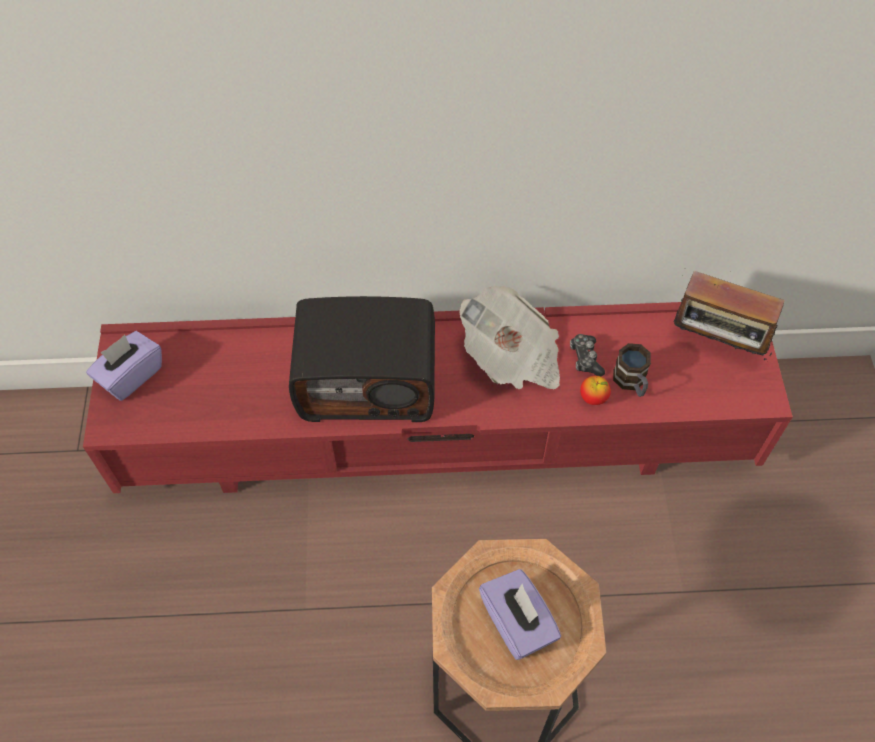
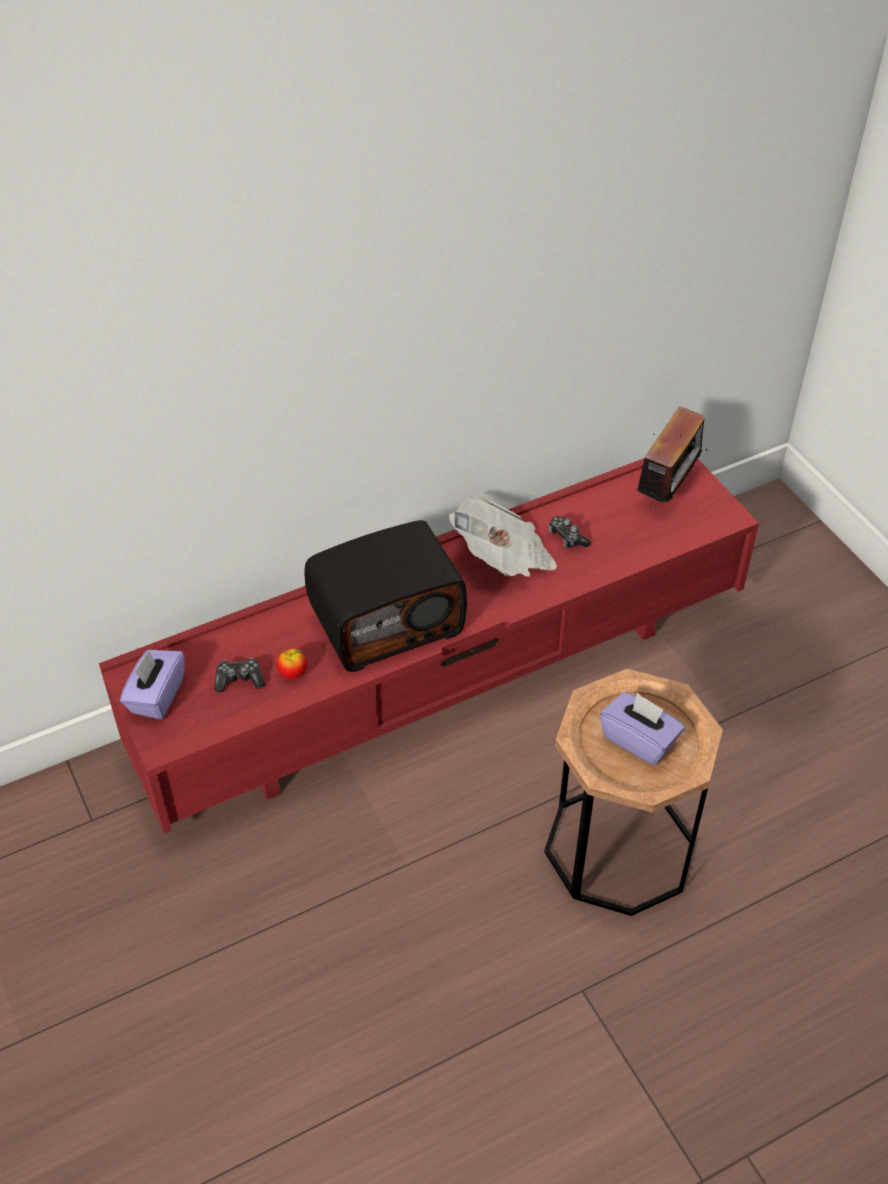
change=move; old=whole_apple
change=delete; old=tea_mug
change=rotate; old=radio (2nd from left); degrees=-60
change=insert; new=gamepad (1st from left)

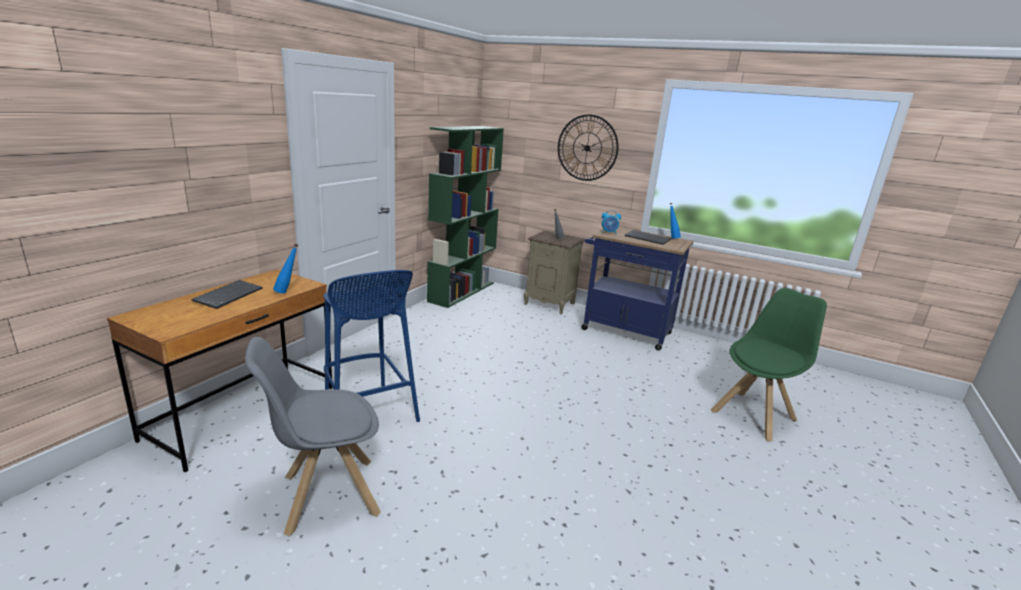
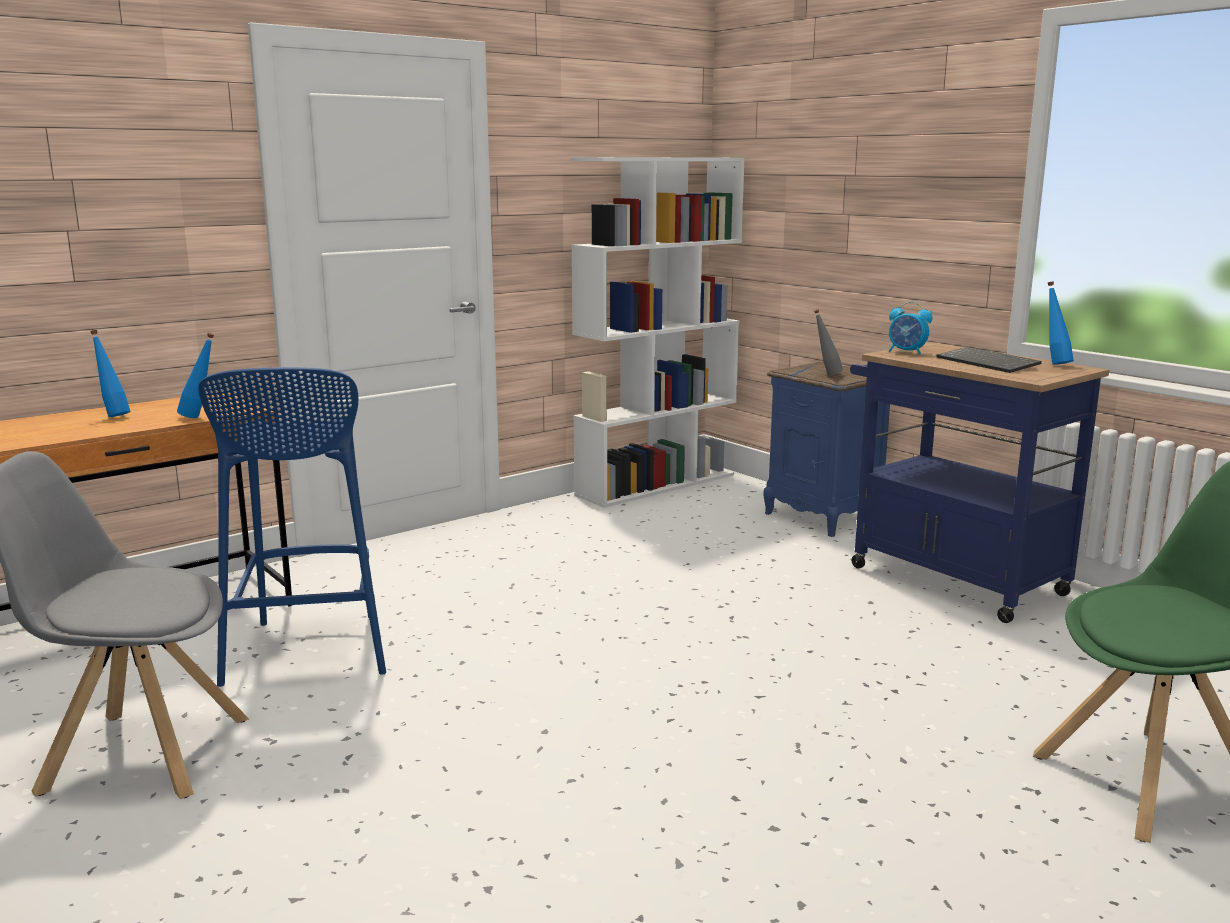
change=replace; old=computer_keyboard (1st from left); new=blue-coloured_drink_bottle (1st from left)
change=recolor; old=greenish_bookshelf; new=white_bookshelf
change=recolor; old=beige_night_table; new=blue-coloured_night_table
change=delete; old=clock_on_the_wall

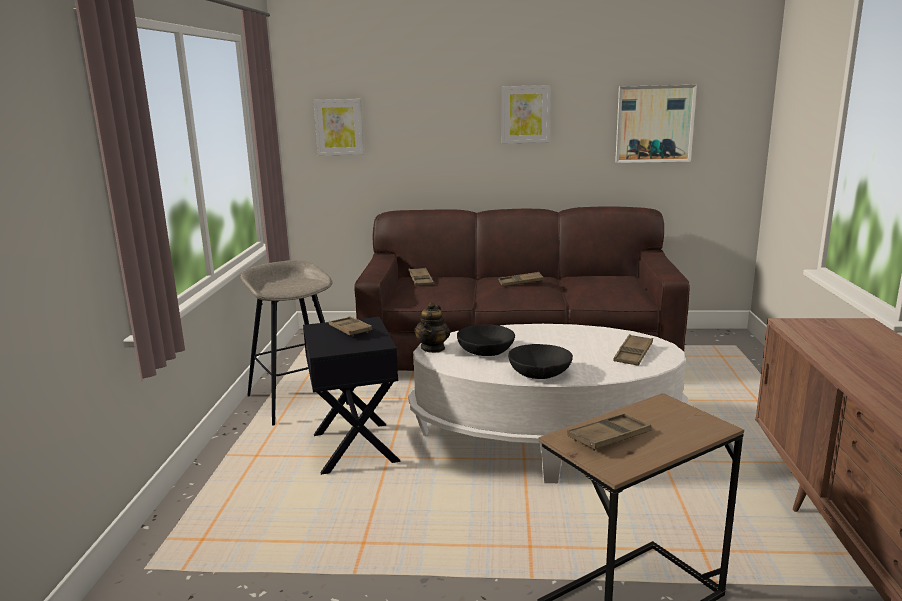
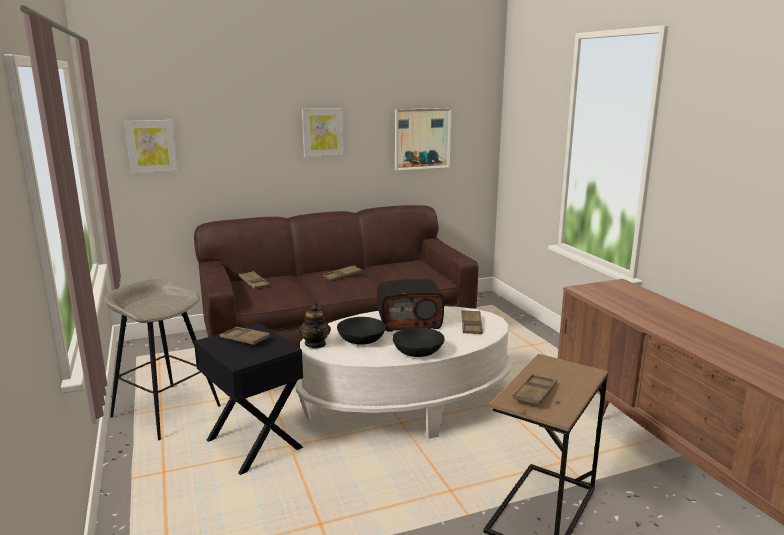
change=insert; new=radio

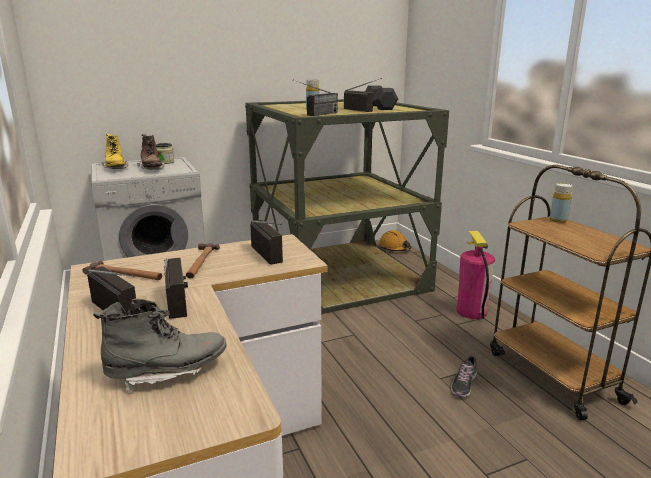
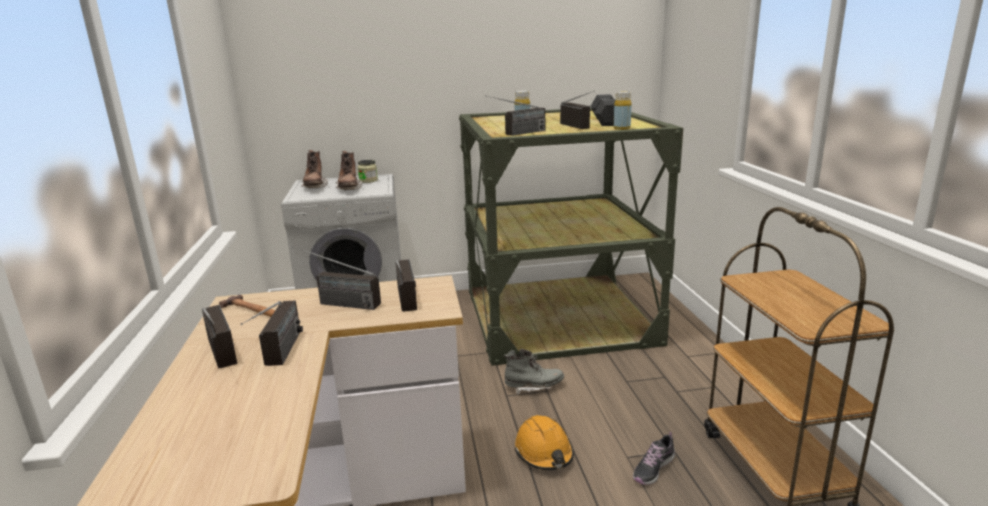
change=move; old=gray_high-top_boot
change=recolor; old=yellow_high-top_boot; new=brown_high-top_boot (1st from left)
change=replace; old=hand_hammer (2nd from left); new=radio (3rd from left)
change=move; old=orangey_safety_helmet
change=delete; old=fire_extinguisher
change=move; old=yellow_drink_bottle (2nd from left)

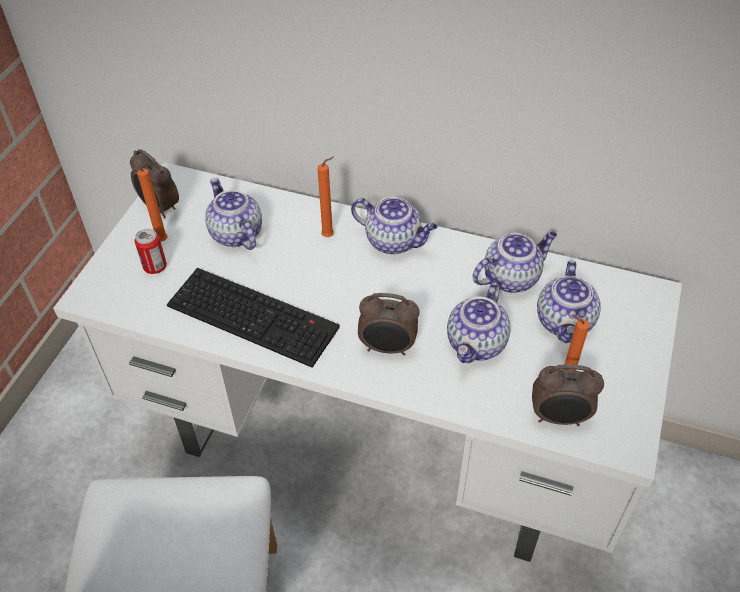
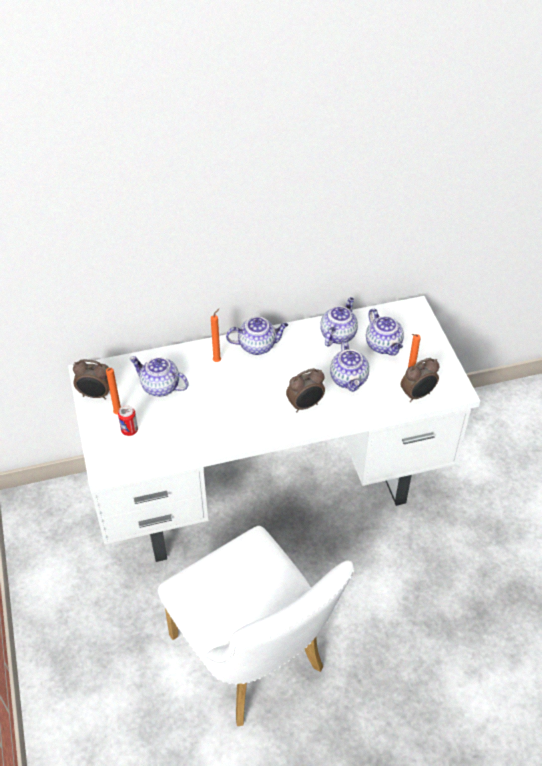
change=delete; old=computer_keyboard

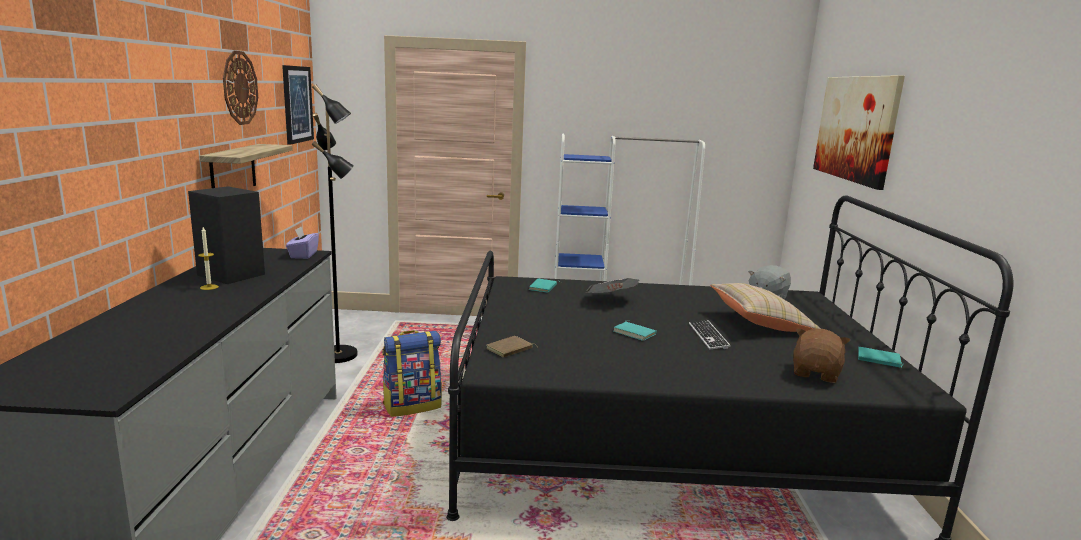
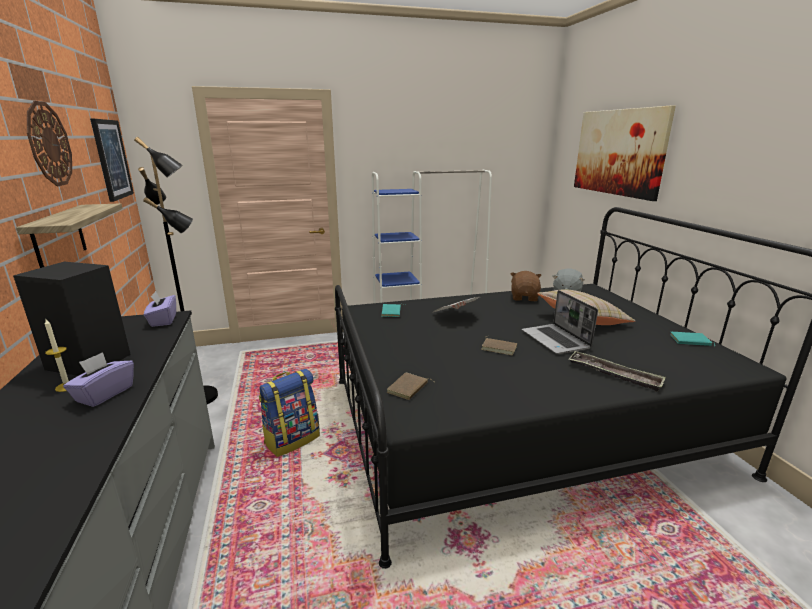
change=recolor; old=blue-green_bound_book (2nd from left); new=brown_bound_book (2nd from left)
change=replace; old=computer_keyboard; new=portable_computer
change=move; old=brown_cuddly_toy
change=insert; new=purple-coloured_box_of_tissues (1st from left)
change=insert; new=tray

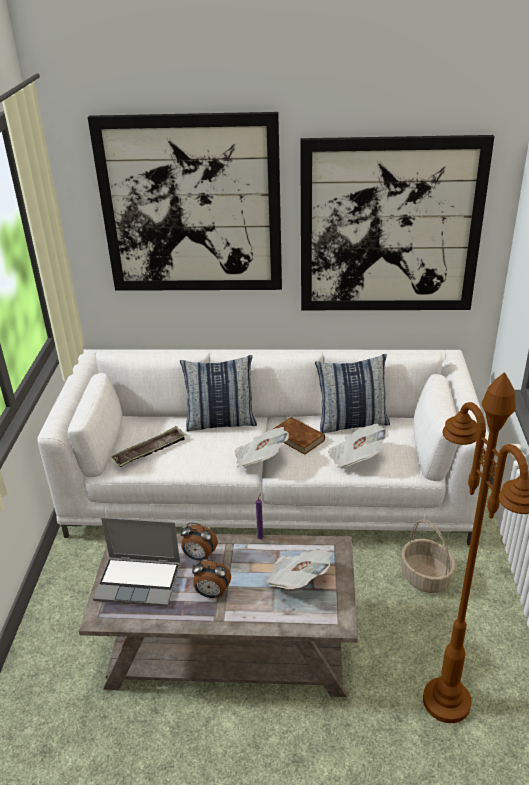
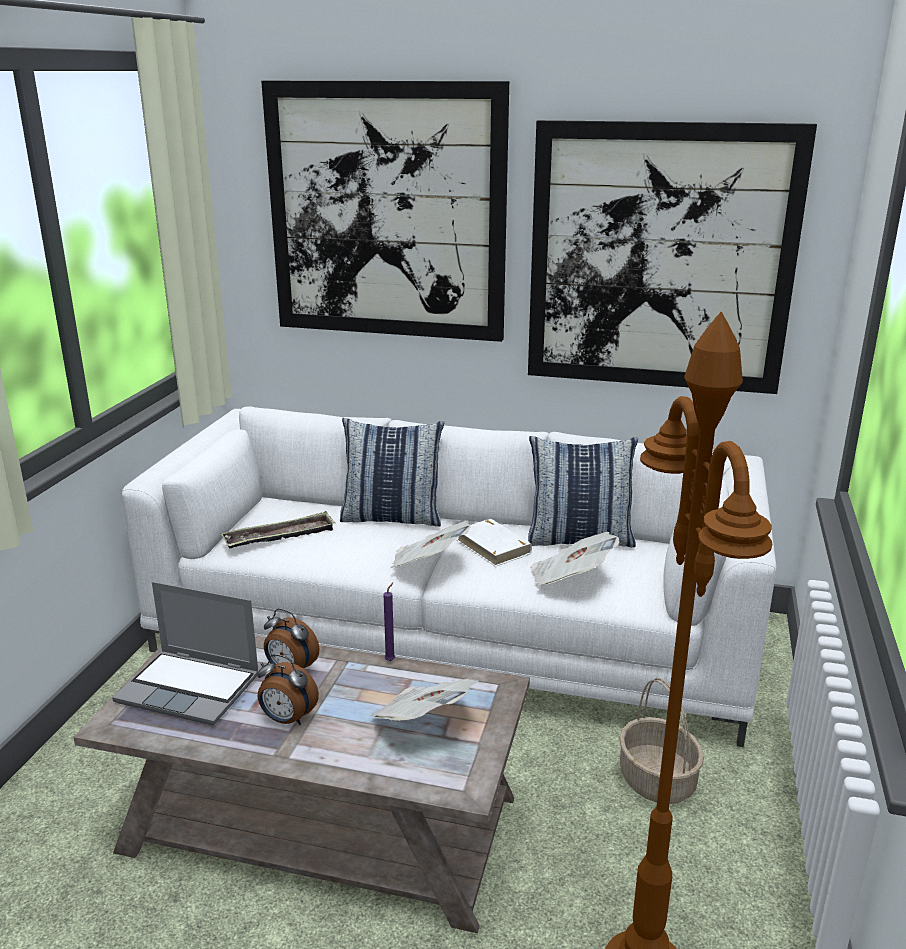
change=recolor; old=brown_bound_book; new=white_bound_book

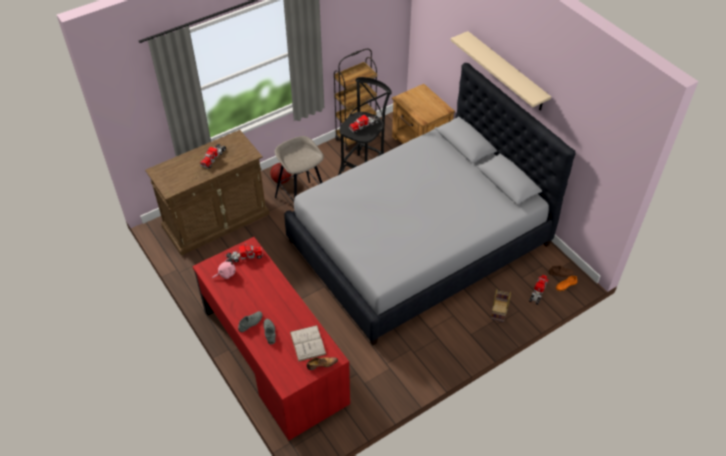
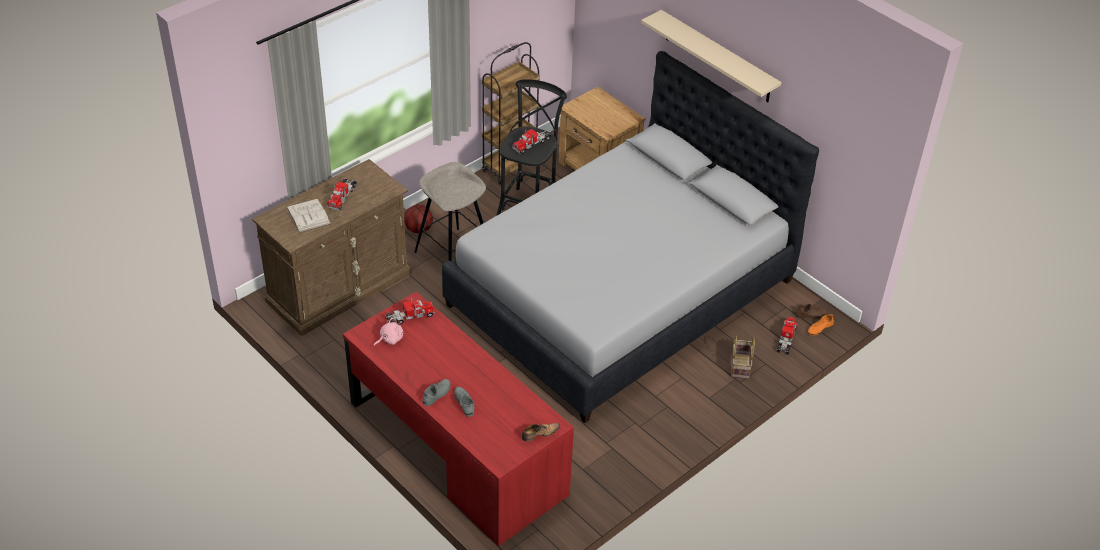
change=move; old=white_bound_book

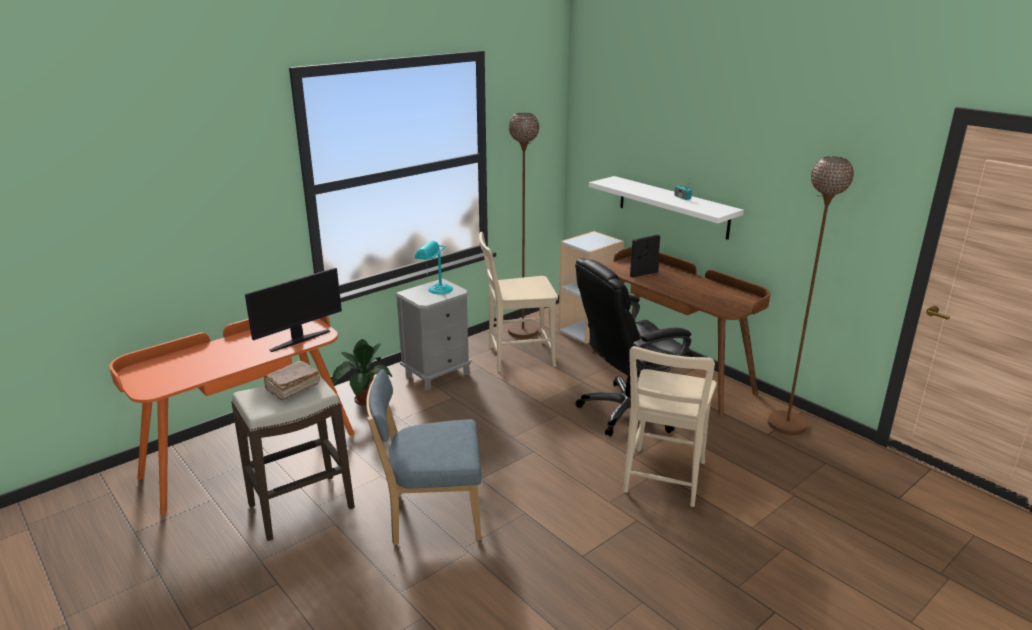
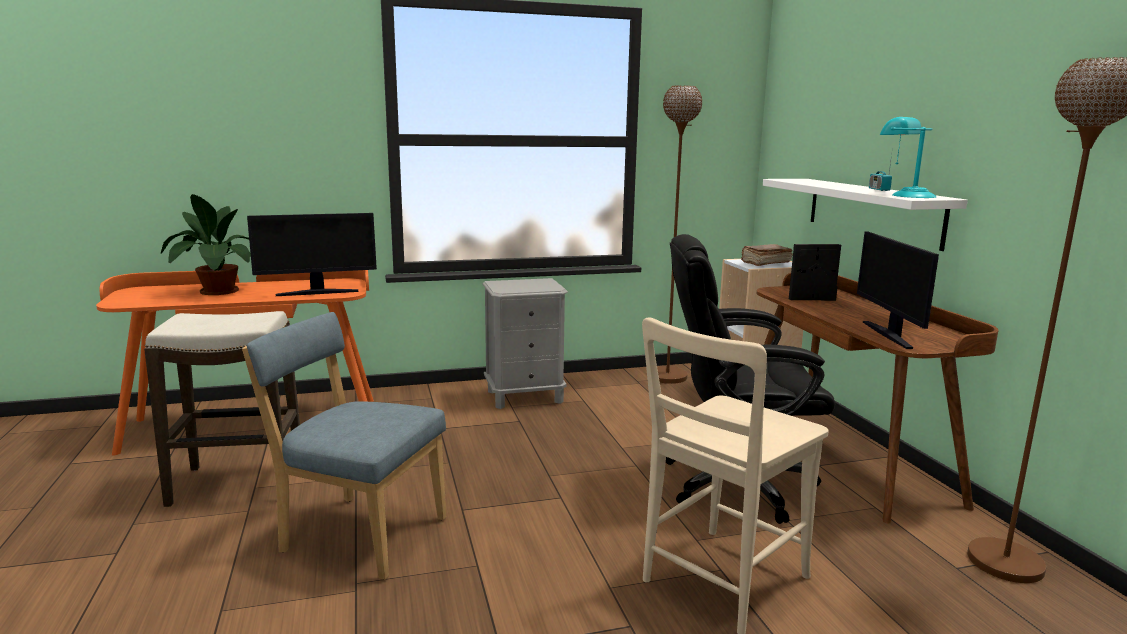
change=move; old=brown_bound_book
change=move; old=plant_in_a_pot
change=move; old=blue-green_tabletop_lamp
change=delete; old=beige_upright_chair (1st from left)
change=insert; new=monitor (2nd from left)

